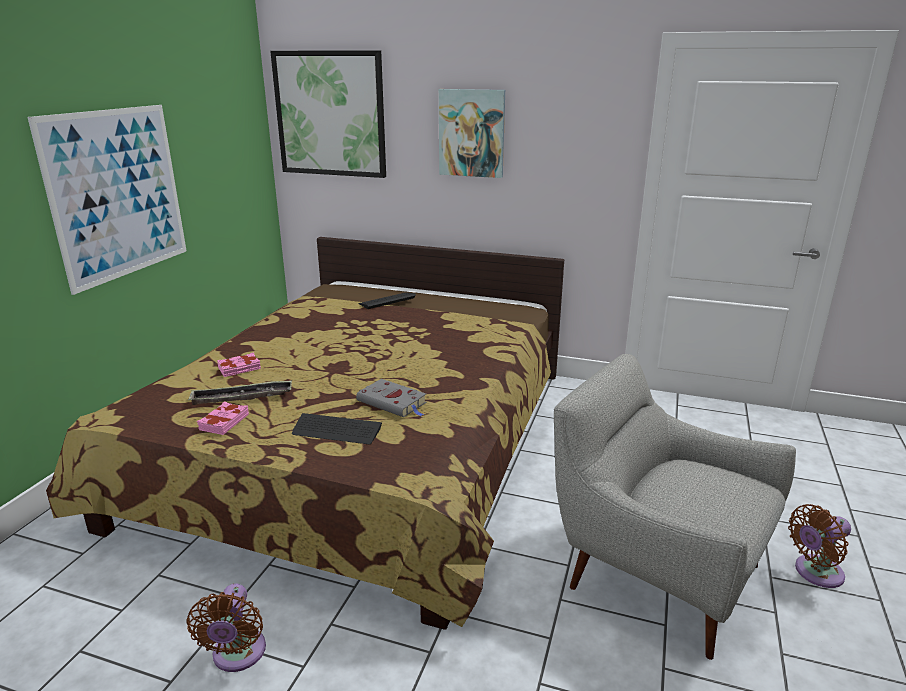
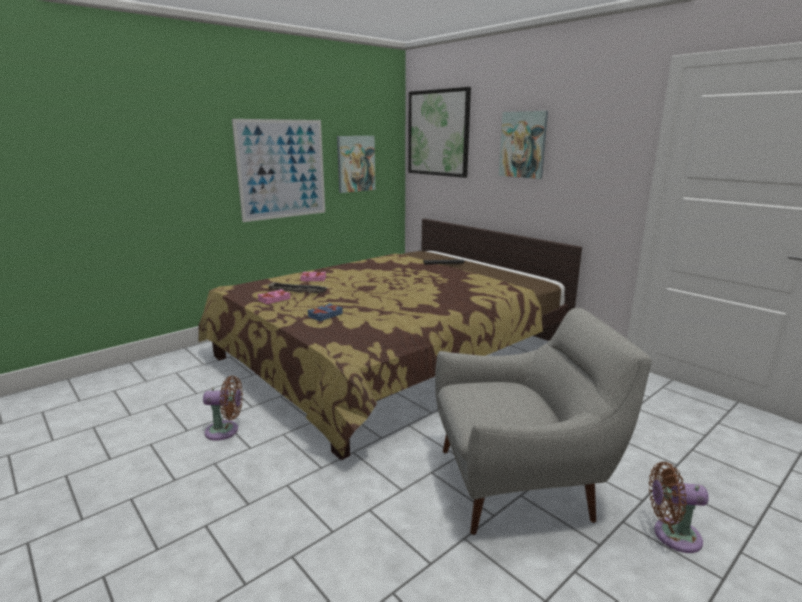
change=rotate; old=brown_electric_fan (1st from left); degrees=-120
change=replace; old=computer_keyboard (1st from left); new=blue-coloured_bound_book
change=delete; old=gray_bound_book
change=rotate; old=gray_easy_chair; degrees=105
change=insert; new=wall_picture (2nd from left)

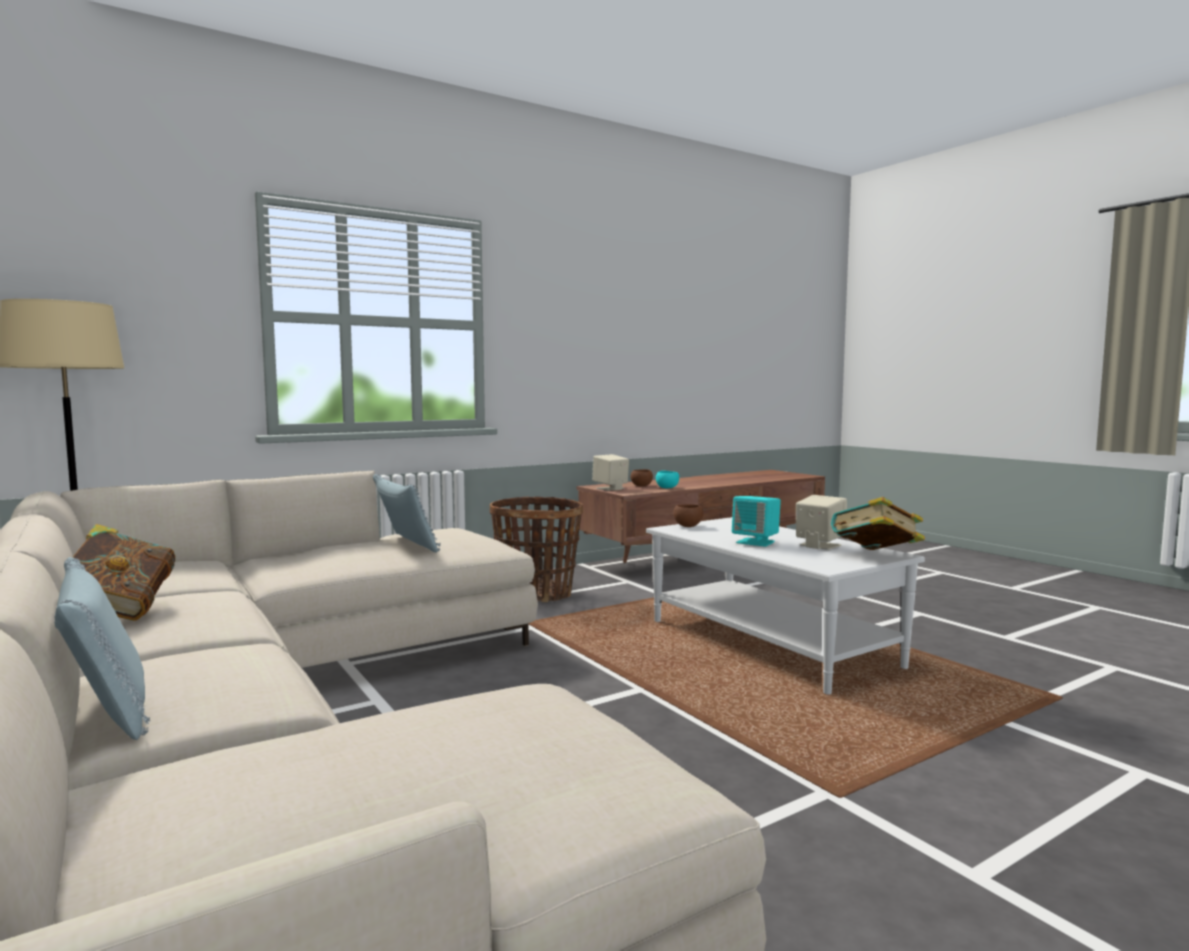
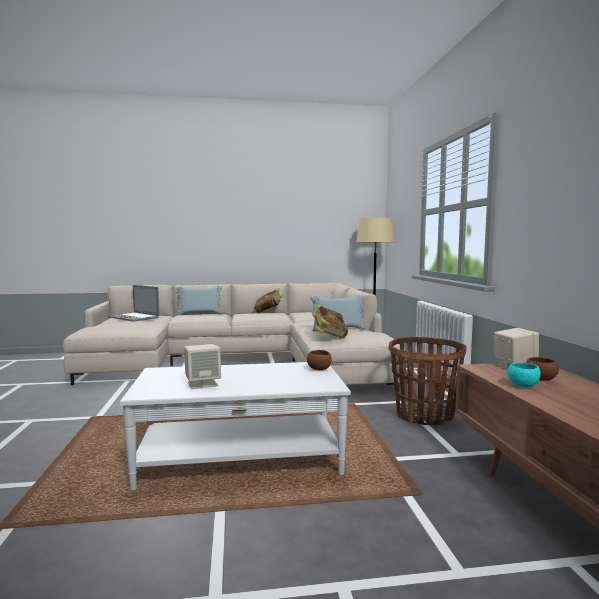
change=delete; old=blue-green_audio_speaker
change=move; old=bound_book (2nd from left)
change=insert; new=portable_computer

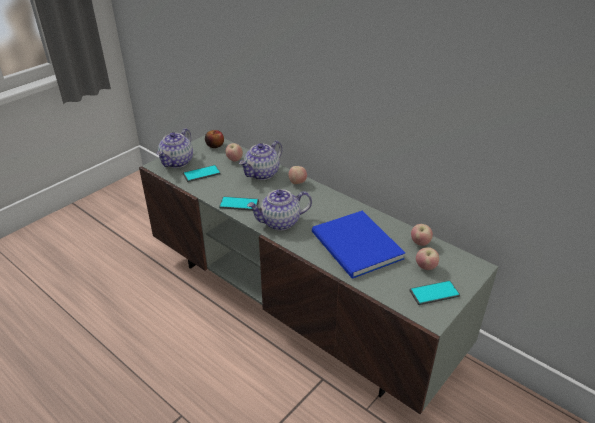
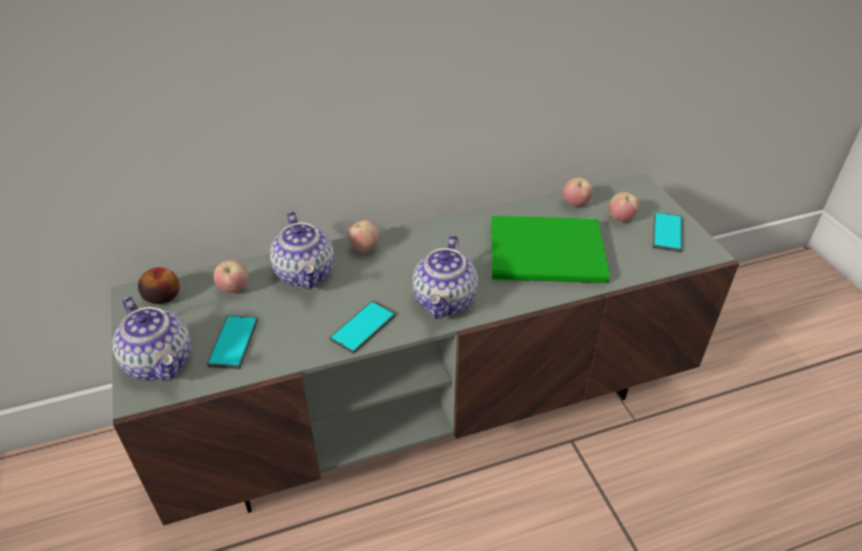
change=recolor; old=blue-coloured_bound_book; new=greenish_bound_book

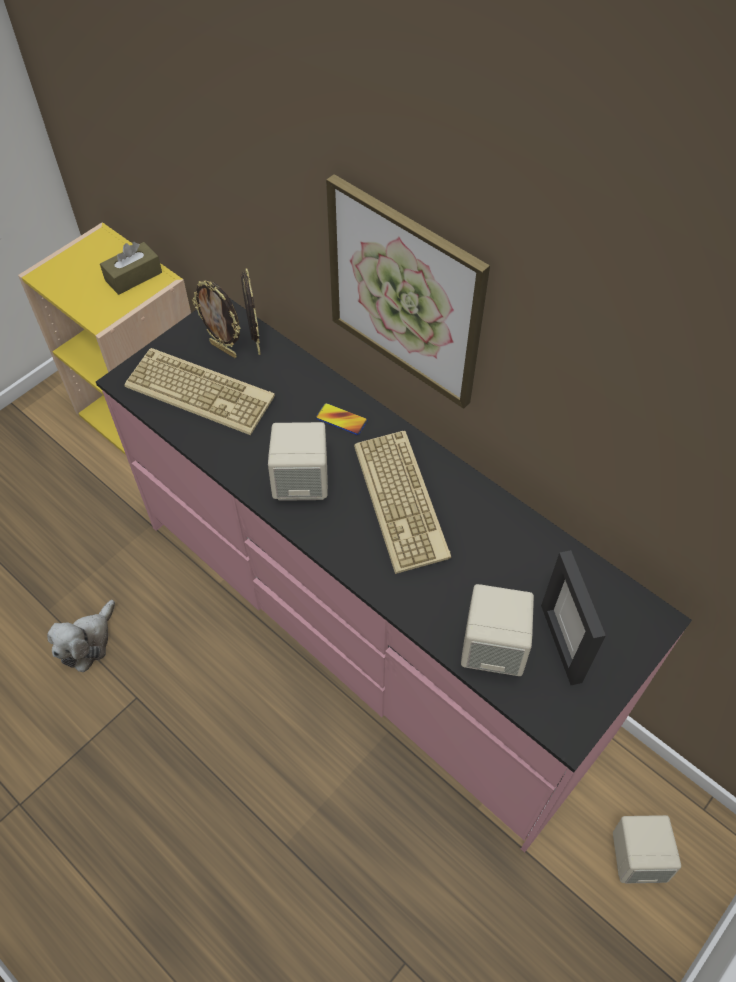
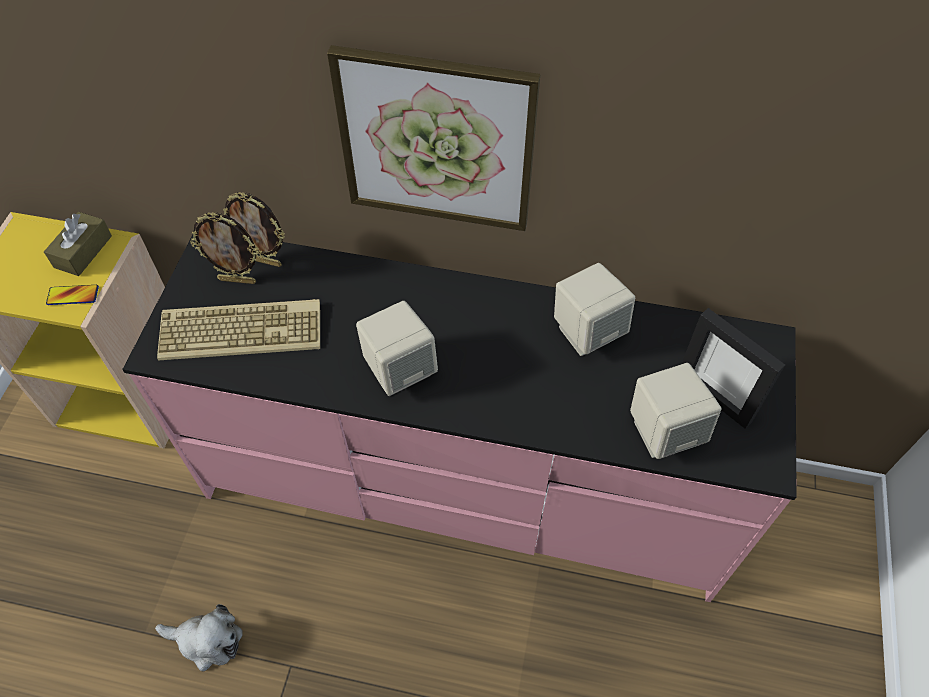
change=rotate; old=cuddly_toy; degrees=-75
change=rotate; old=picture_frame (2nd from left); degrees=150
change=move; old=handset
change=delete; old=computer_keyboard (2nd from left)
change=move; old=beige_audio_speaker (3rd from left in the first image); new=beige_audio_speaker (2nd from left)

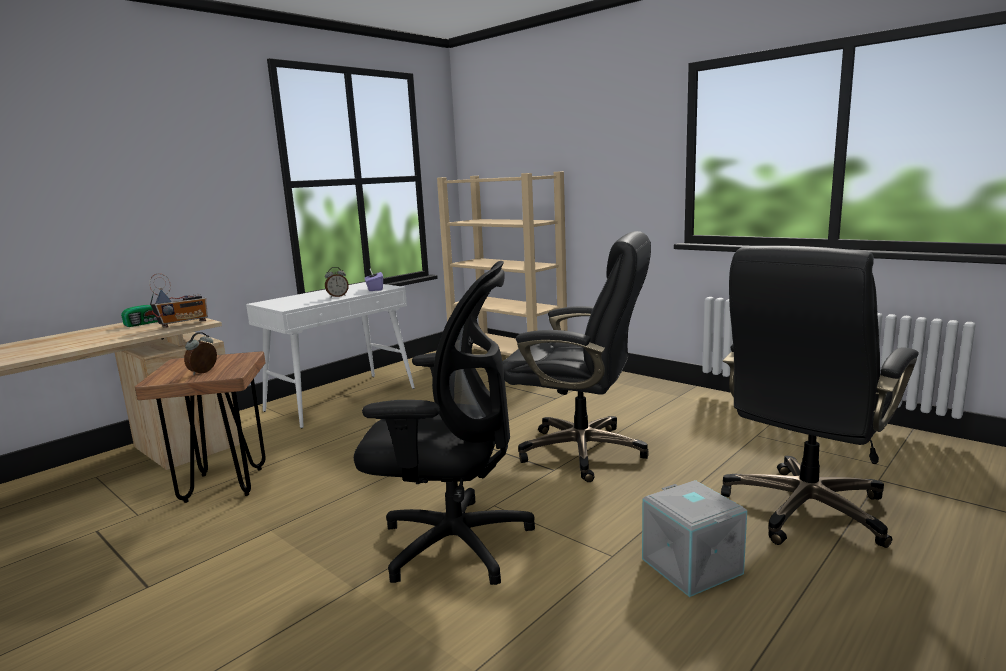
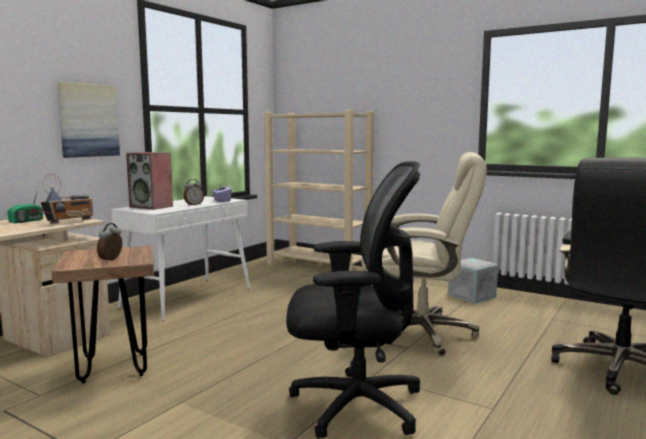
change=recolor; old=black_office_chair (2nd from left); new=beige_office_chair
change=move; old=gray_storage_bin
change=insert; new=wall_picture
change=insert; new=audio_speaker

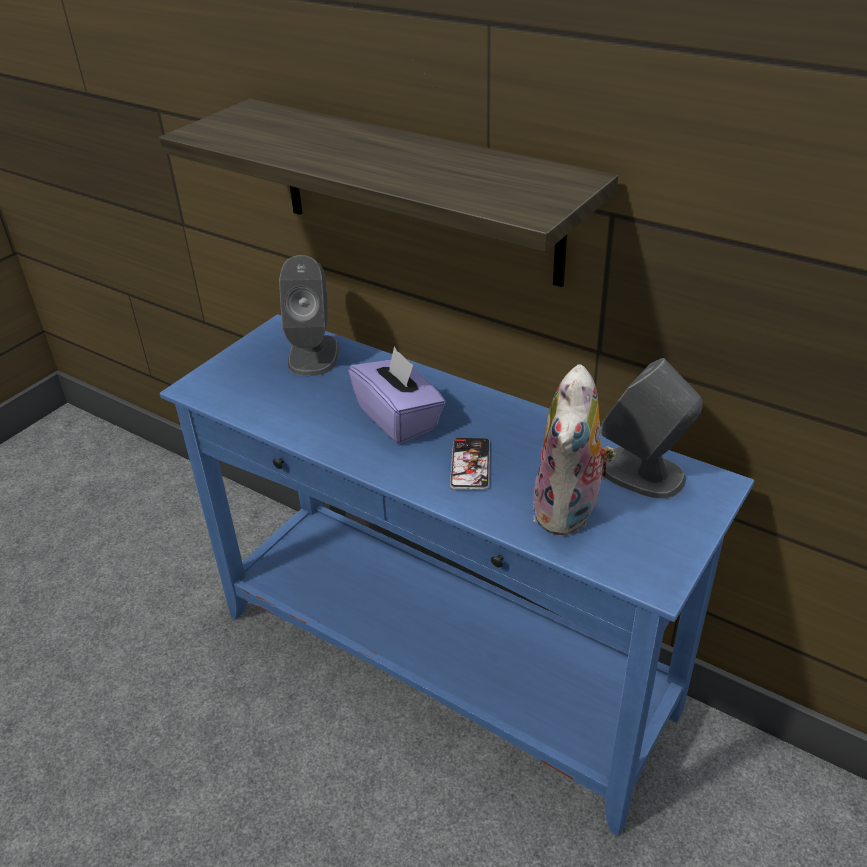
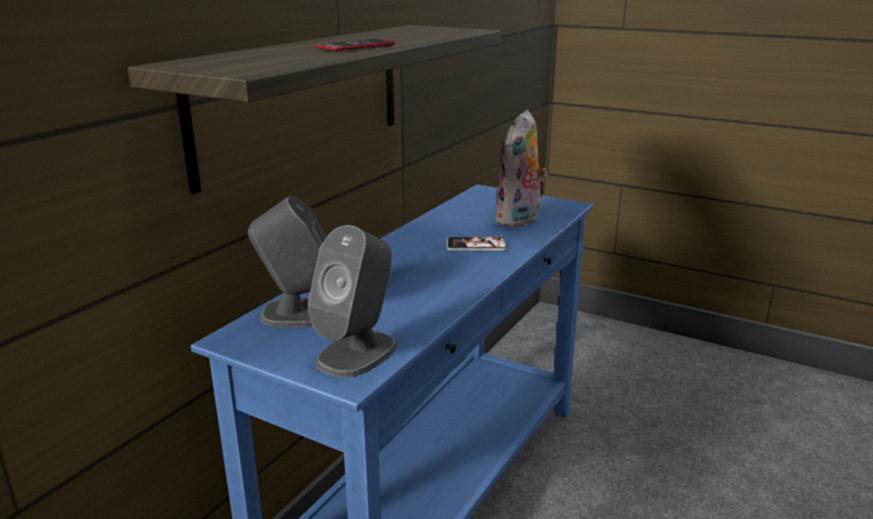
change=delete; old=purple-coloured_box_of_tissues
change=rotate; old=cuddly_toy; degrees=105
change=move; old=gray_audio_speaker (2nd from left)
change=insert; new=handset (1st from left)

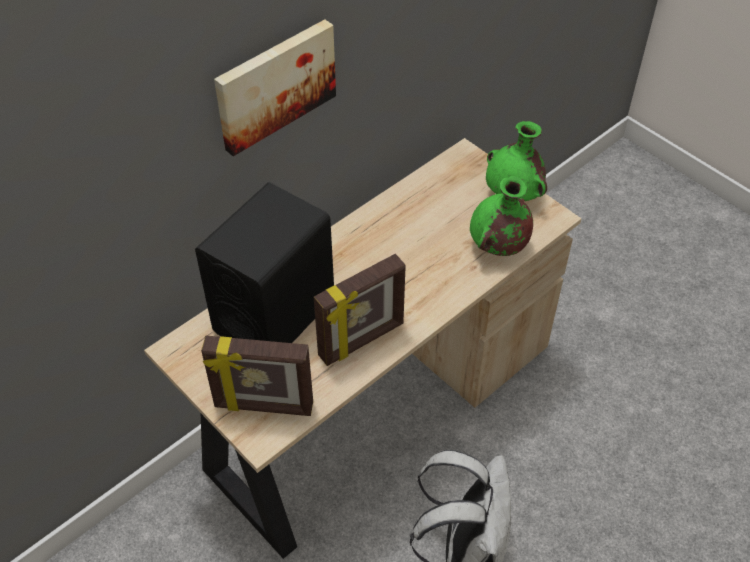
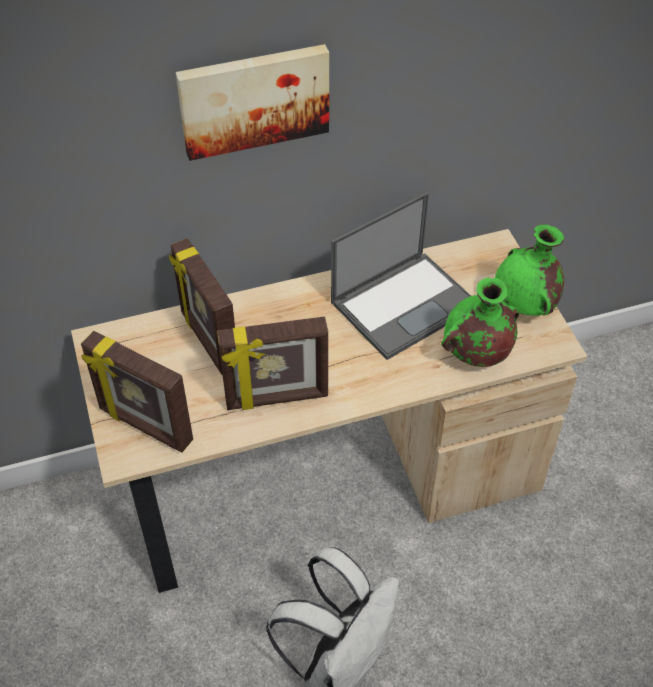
change=replace; old=black_audio_speaker; new=picture_frame (2nd from left)
change=insert; new=portable_computer

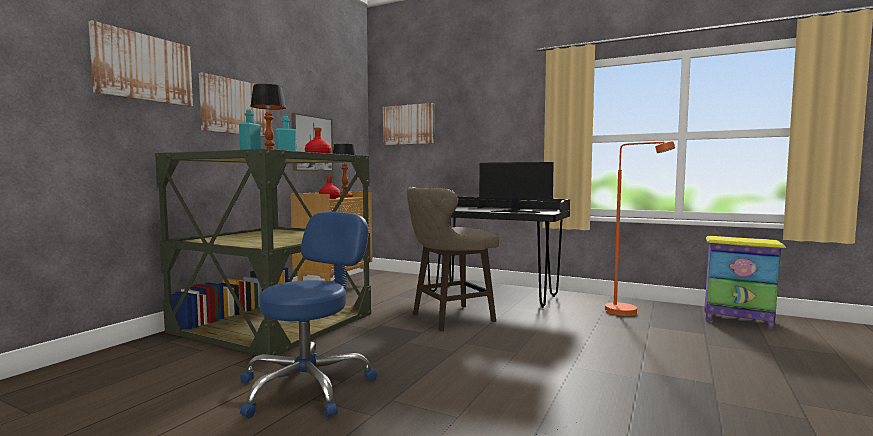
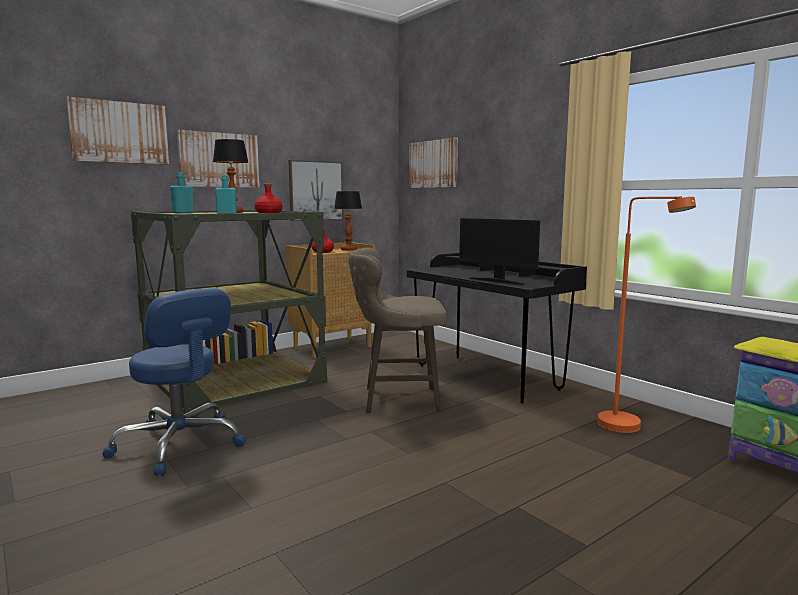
change=rotate; old=blue-coloured_office_chair; degrees=75

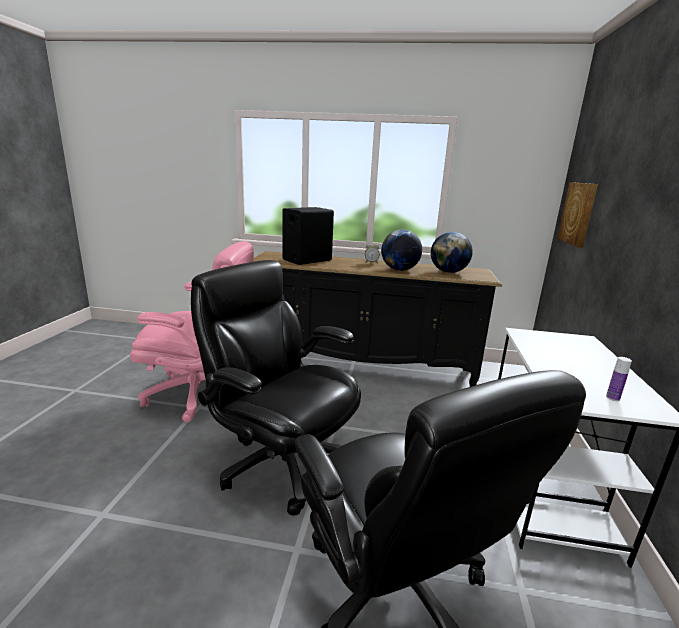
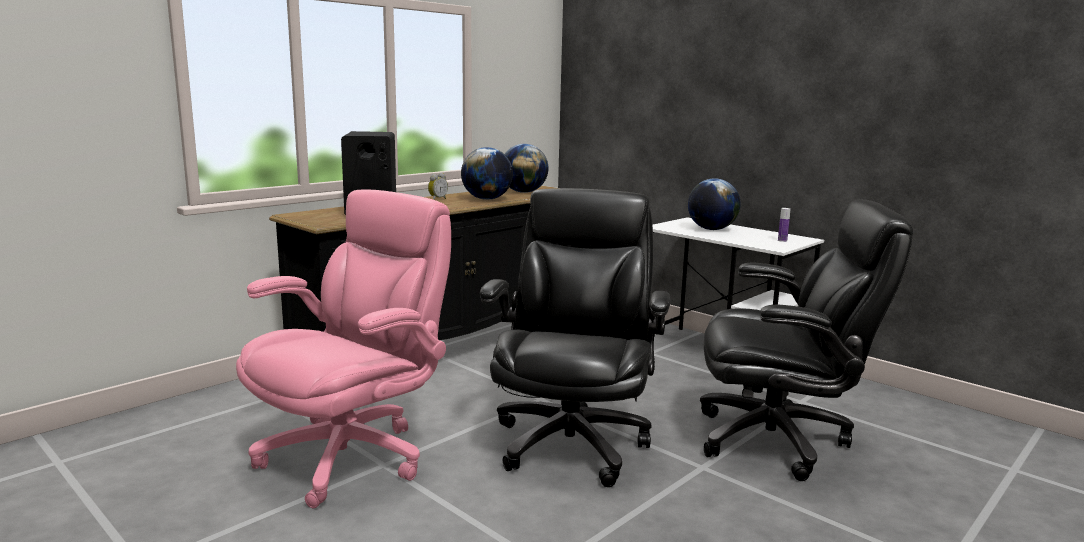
change=rotate; old=black_office_chair (1st from left); degrees=120
change=delete; old=wall_picture
change=insert; new=globe (3rd from left)

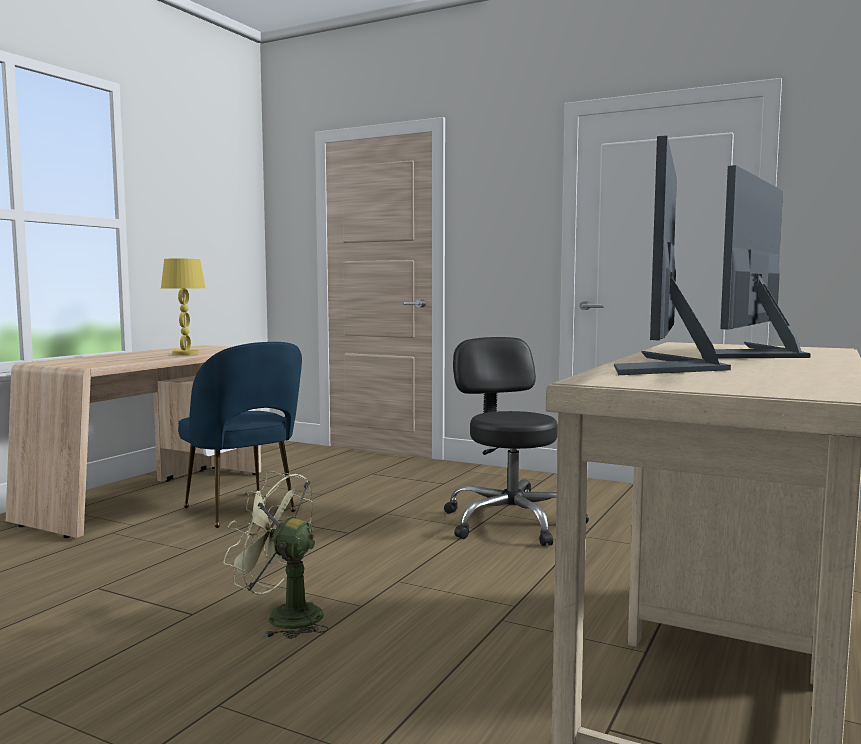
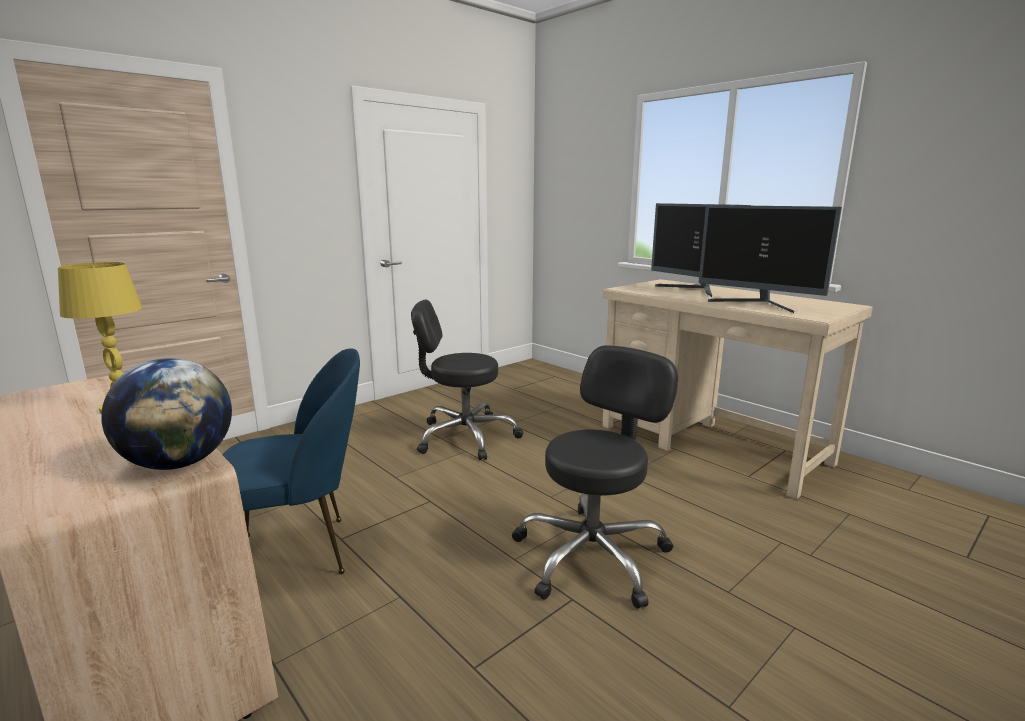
change=replace; old=greenish_electric_fan; new=black_office_chair (2nd from left)
change=insert; new=globe

